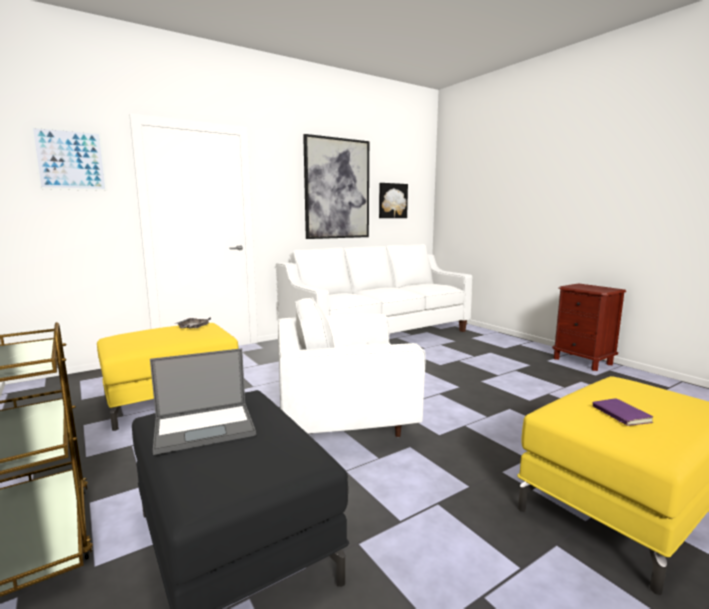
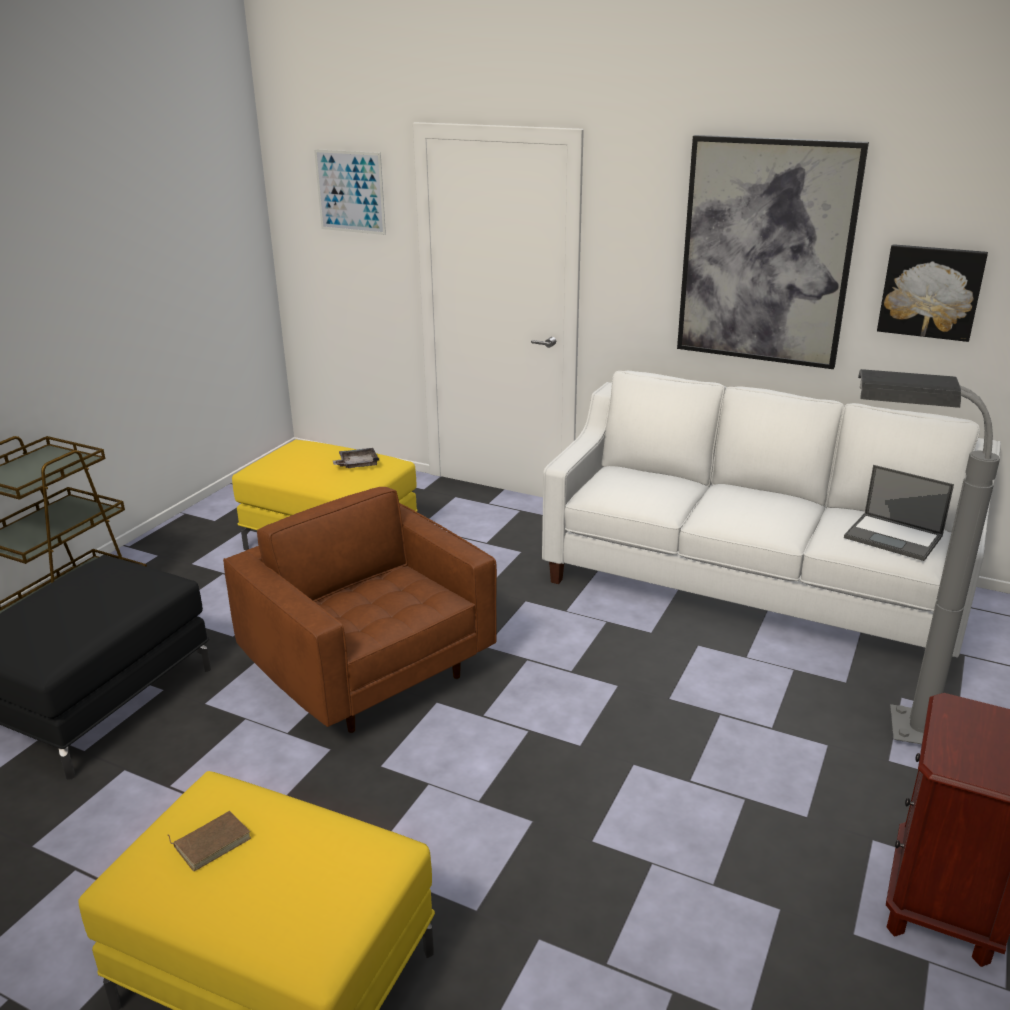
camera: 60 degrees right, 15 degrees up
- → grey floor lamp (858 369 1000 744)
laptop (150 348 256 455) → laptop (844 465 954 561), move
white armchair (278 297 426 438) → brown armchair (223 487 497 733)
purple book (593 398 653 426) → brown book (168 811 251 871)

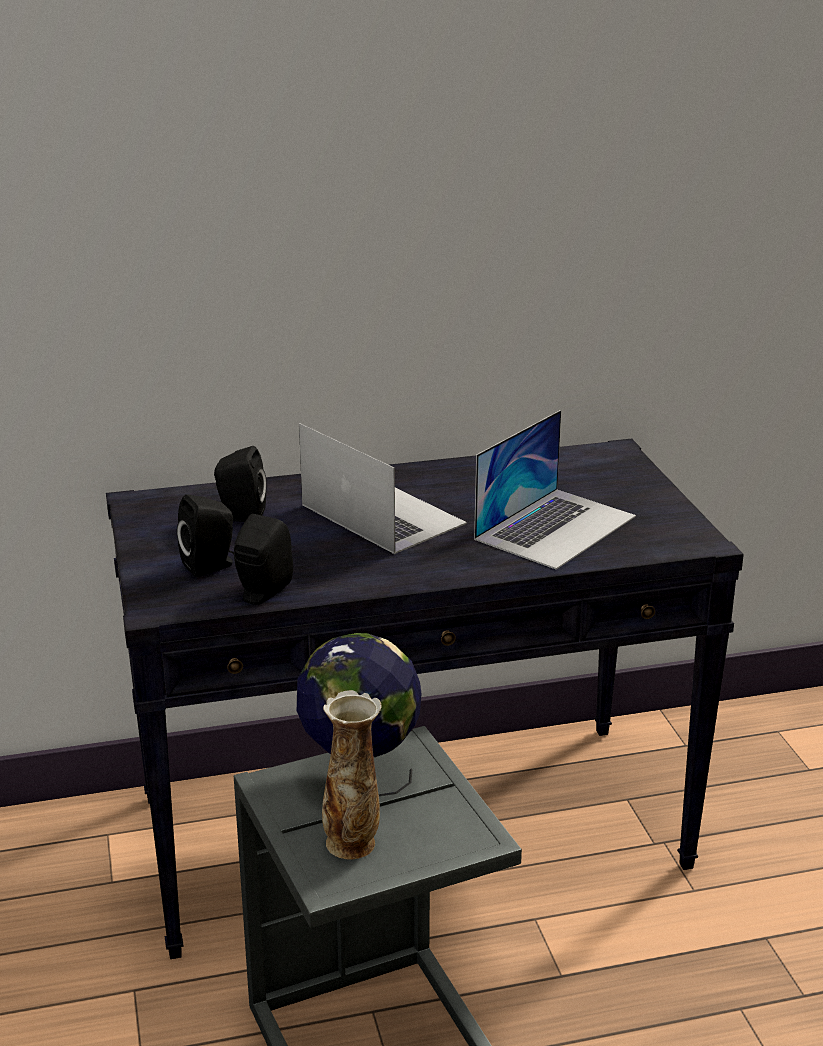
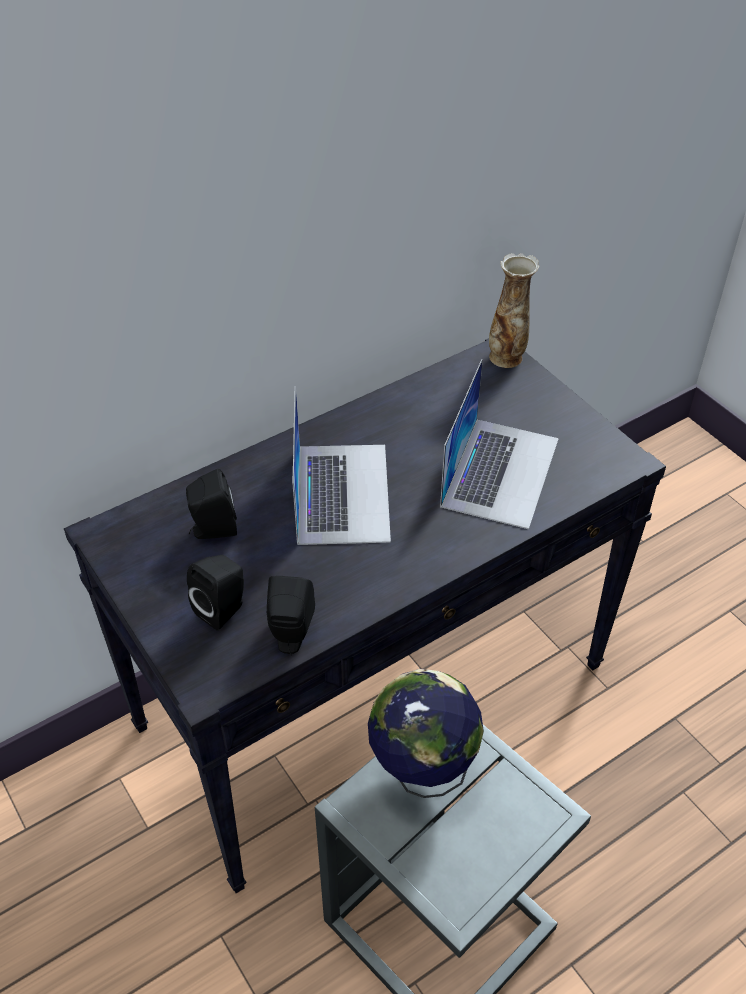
camera: 20 degrees left, 20 degrees up
vase (322 690 382 860) → vase (489 253 539 368), move
laptop (299 423 467 554) → laptop (292 386 391 545), 60 degrees clockwise

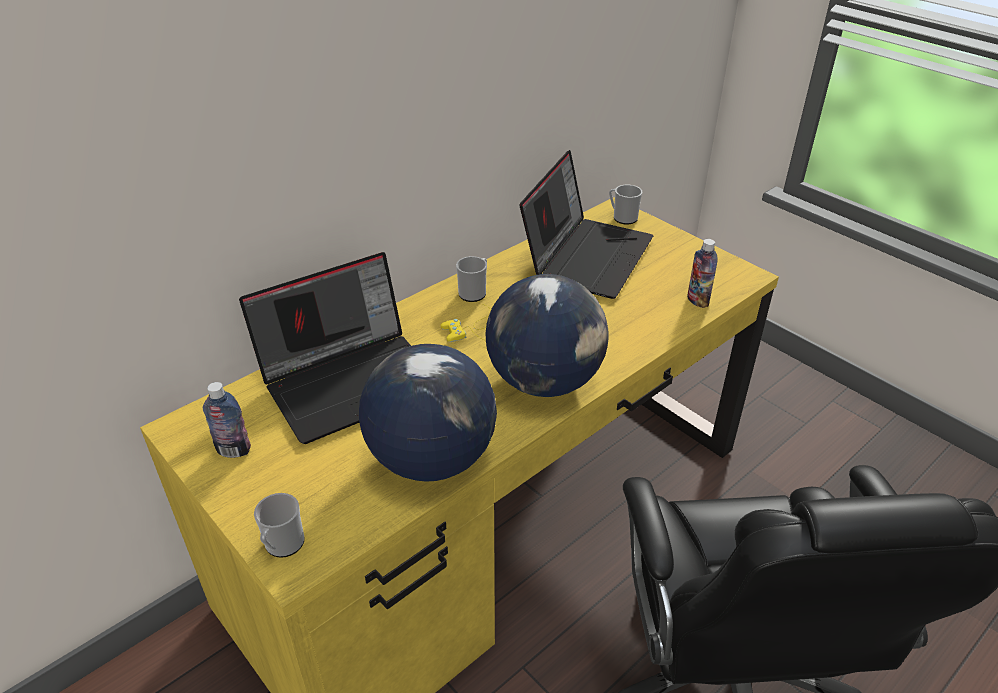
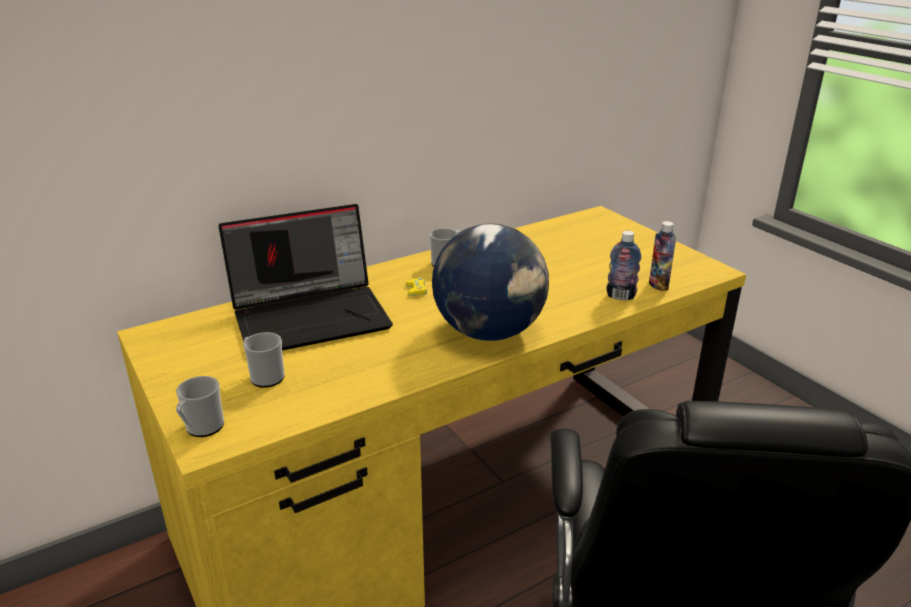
camera: 10 degrees right, 10 degrees down
globe (359 344 497 482) → -
laptop (520 150 654 299) → -
bottle (203 382 251 458) → bottle (606 231 641 300), move
mug (609 185 642 225) → mug (243 332 285 388), move

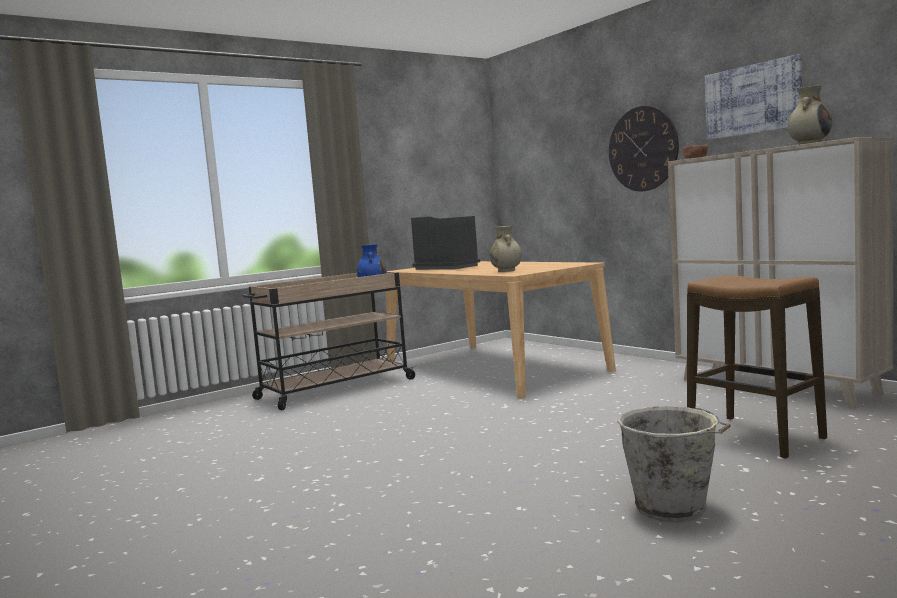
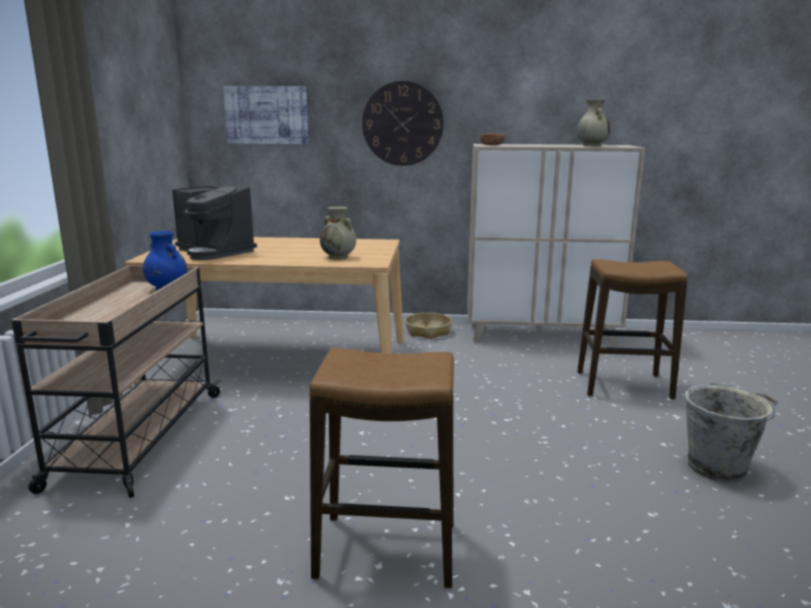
camera: 50 degrees left, 10 degrees up
- → stool (309 348 454 588)
- → basket (405 313 452 339)
picture (705 54 802 140) → picture (223 86 308 144), move
coffee machine (411 216 480 270) → coffee machine (172 185 257 260), 135 degrees counterclockwise

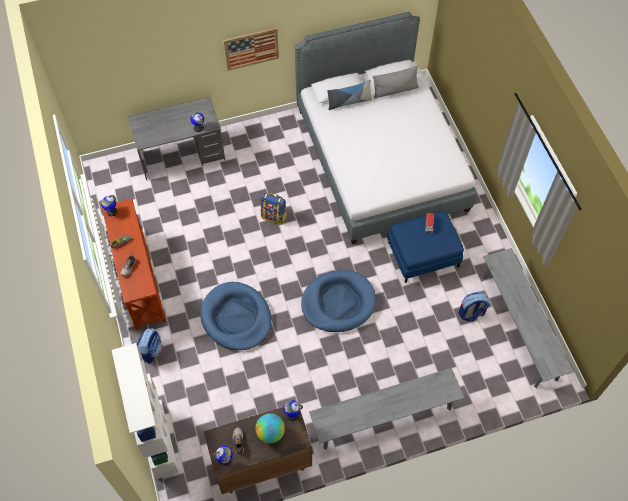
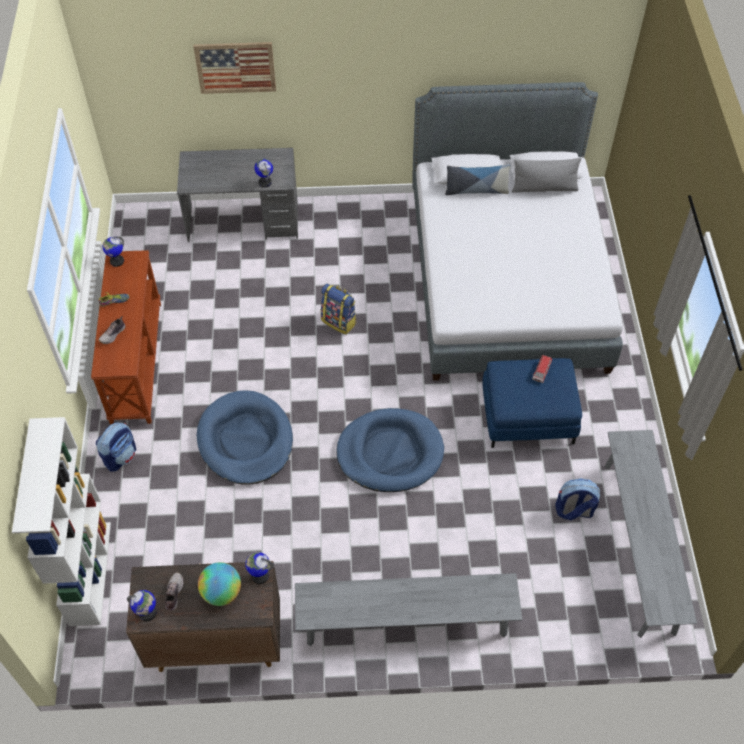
camera: 15 degrees right, 5 degrees down
picture (223 28 279 71) → picture (193 42 276 94), move

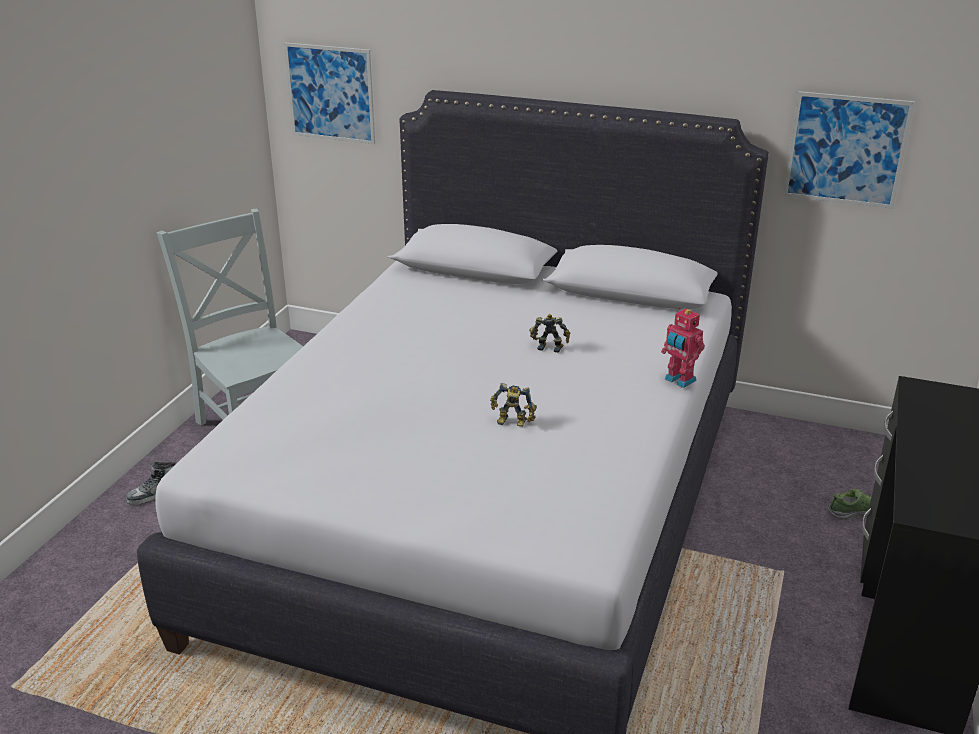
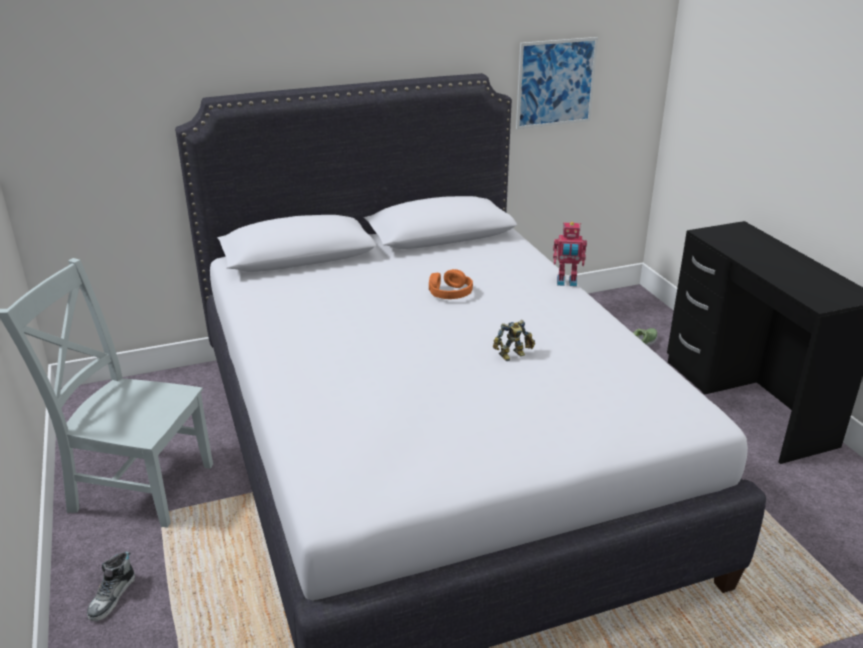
camera: 40 degrees left, 0 degrees up
picture (284 42 375 144) → -
toy robot (529 314 570 353) → orange headphones (429 269 473 299)

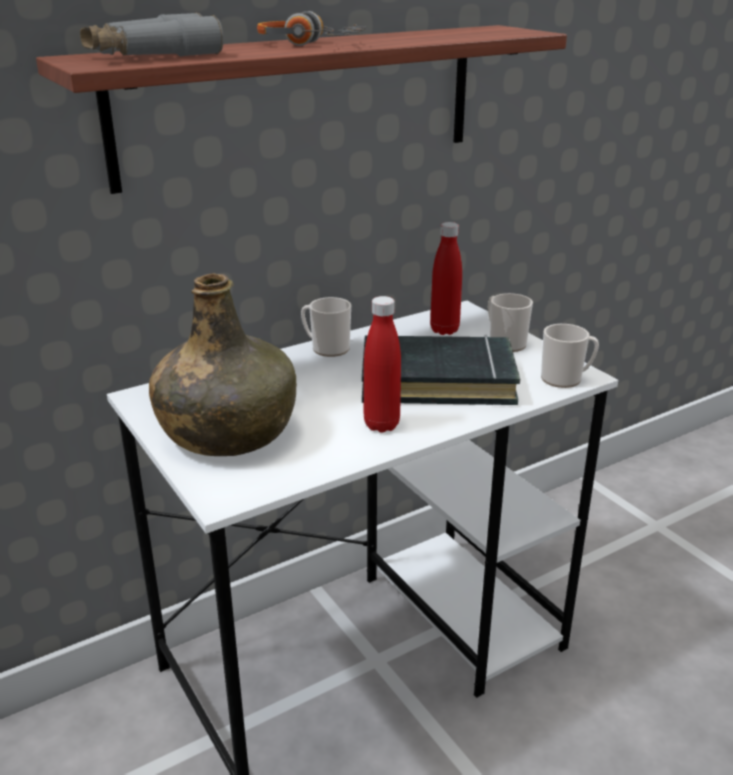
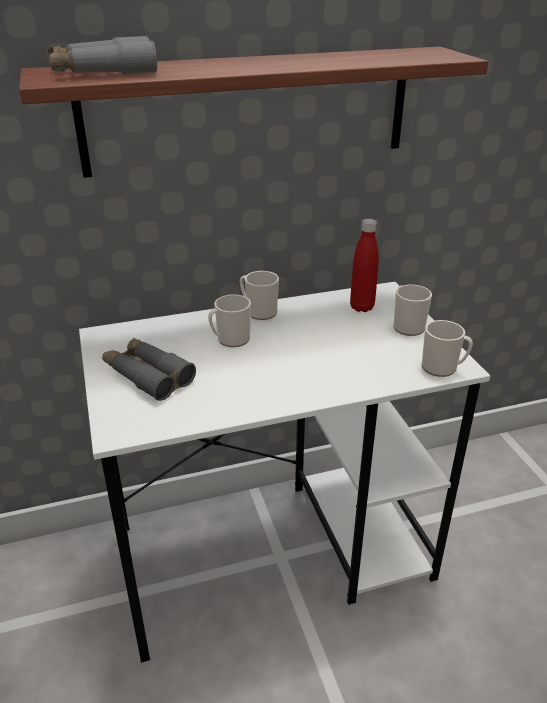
camera: 15 degrees right, 5 degrees up
headphones (257 11 366 46) → -
black book (362 334 520 405) → -
red bottle (364 296 401 432) → -
- → mug (208 294 251 347)
green bottle (149 273 297 456) → grey binoculars (102 338 196 401)

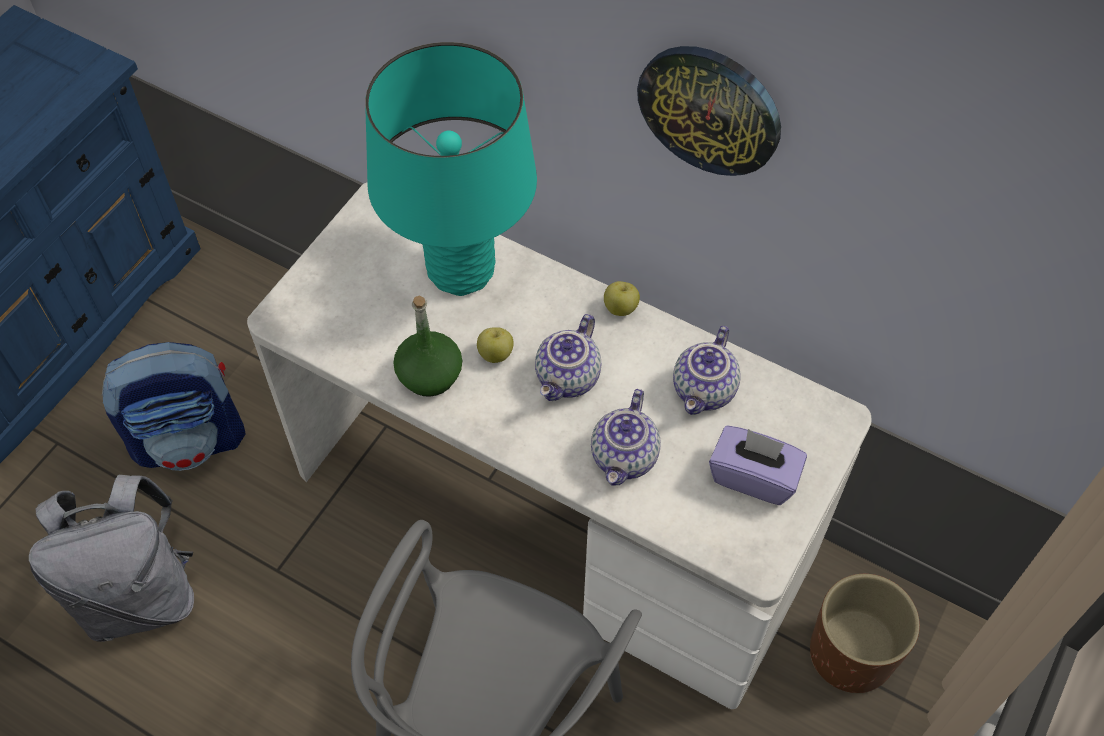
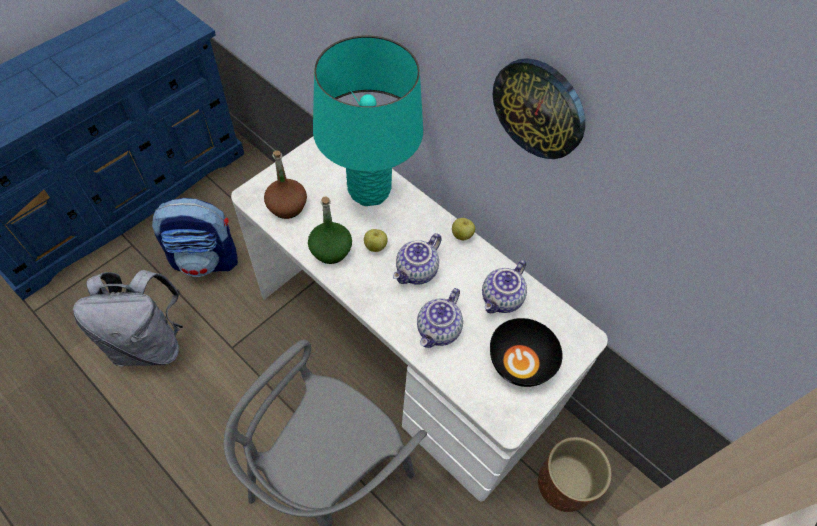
camera: 10 degrees right, 0 degrees up
- → brown bottle (264 150 307 219)
purple tissue box (709 425 807 505) → black bowl (490 318 563 387)

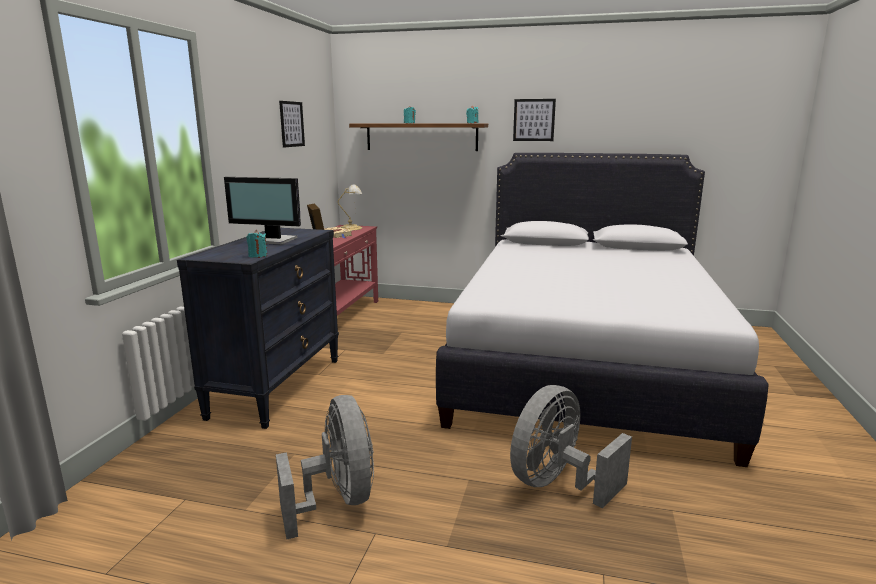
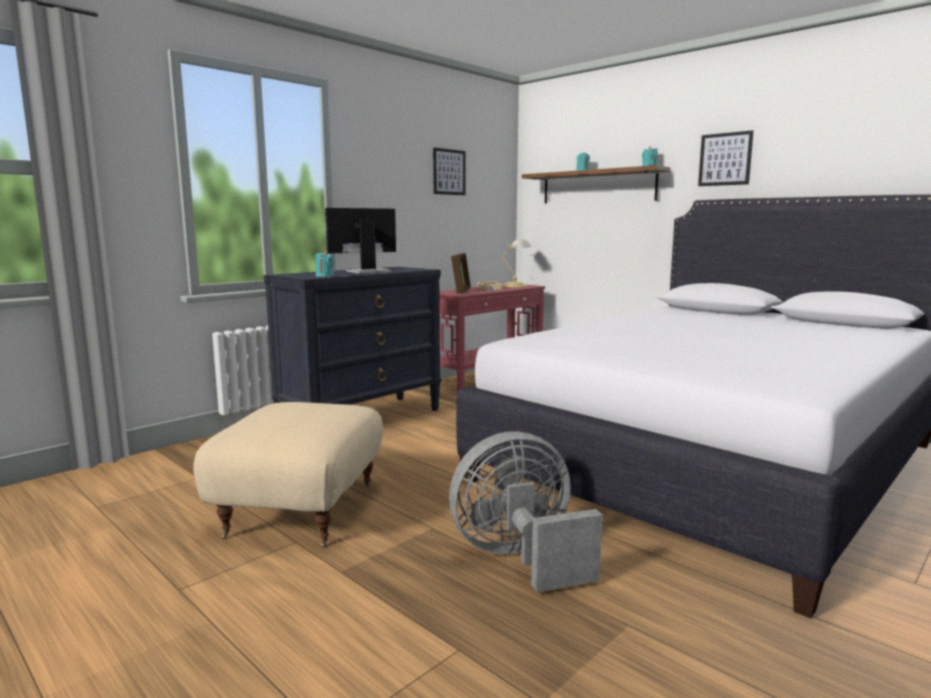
camera: 30 degrees right, 5 degrees down
grey fan (276 395 374 540) → beige ottoman (193 402 383 547)
monitor (224 177 301 245) → monitor (325 208 396 274), 105 degrees clockwise

